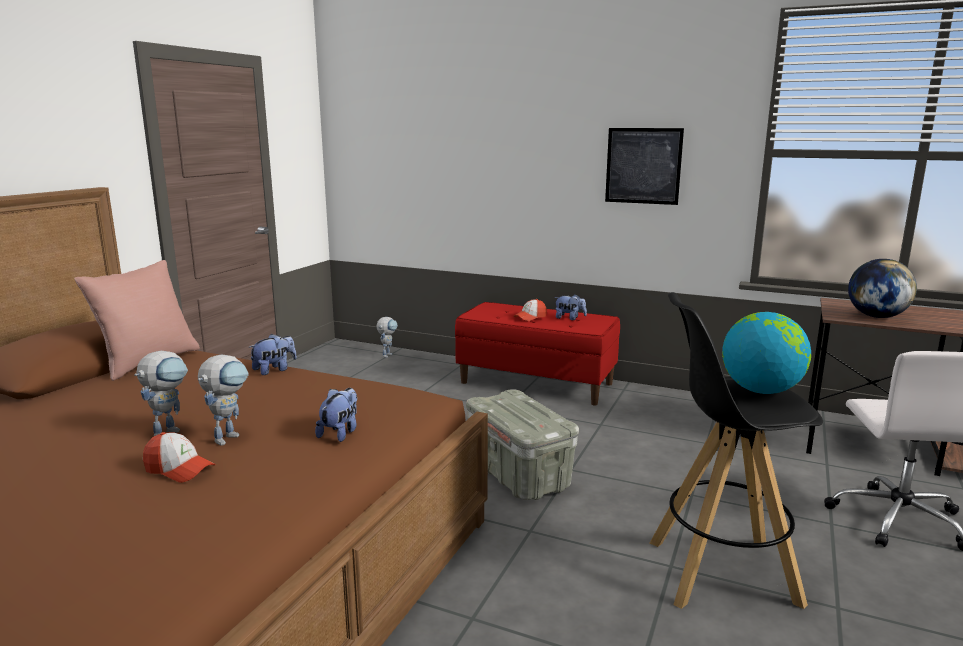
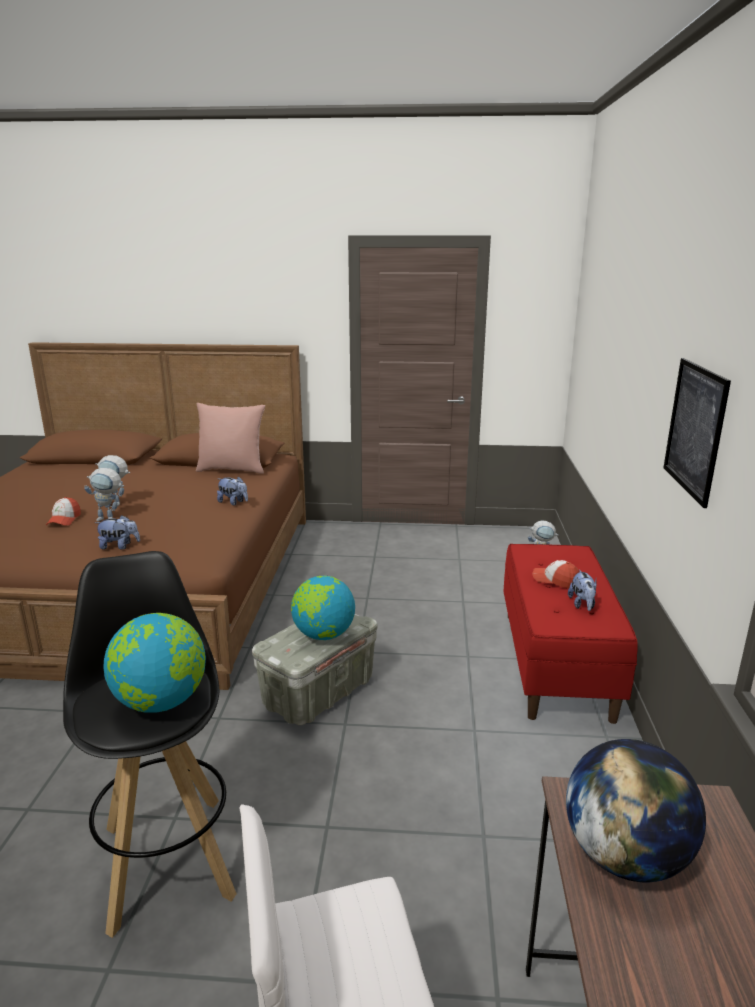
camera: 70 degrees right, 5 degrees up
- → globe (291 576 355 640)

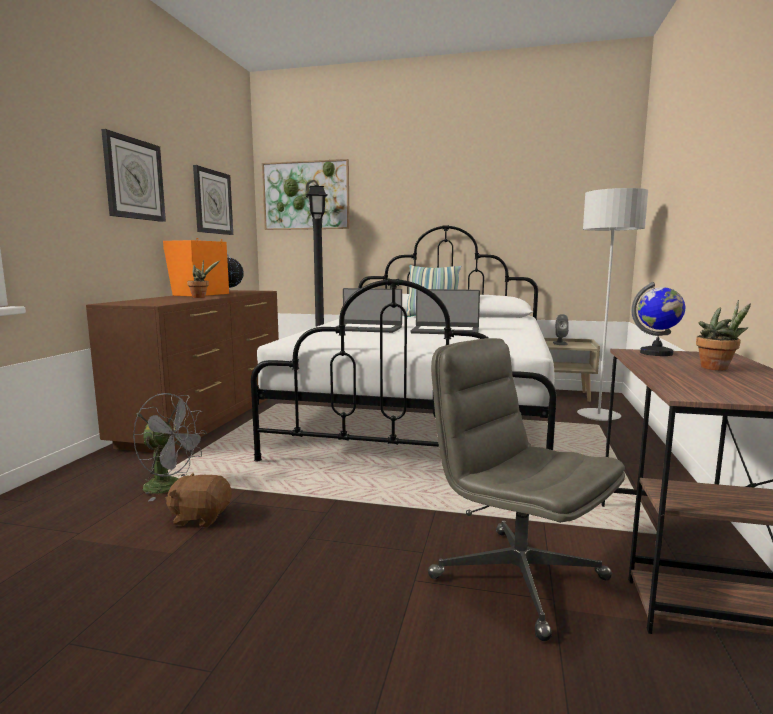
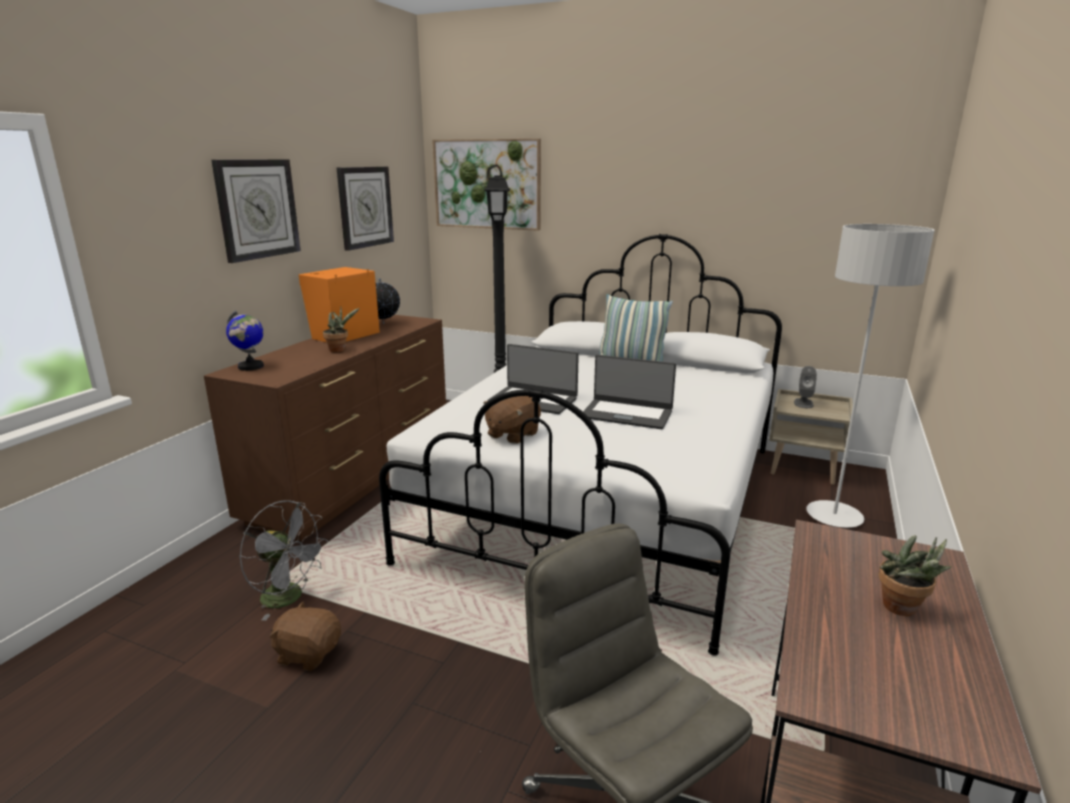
camera: 10 degrees right, 10 degrees up
- → brown plush toy (484 396 541 444)
globe (631 282 685 356) → globe (226 310 264 371), move

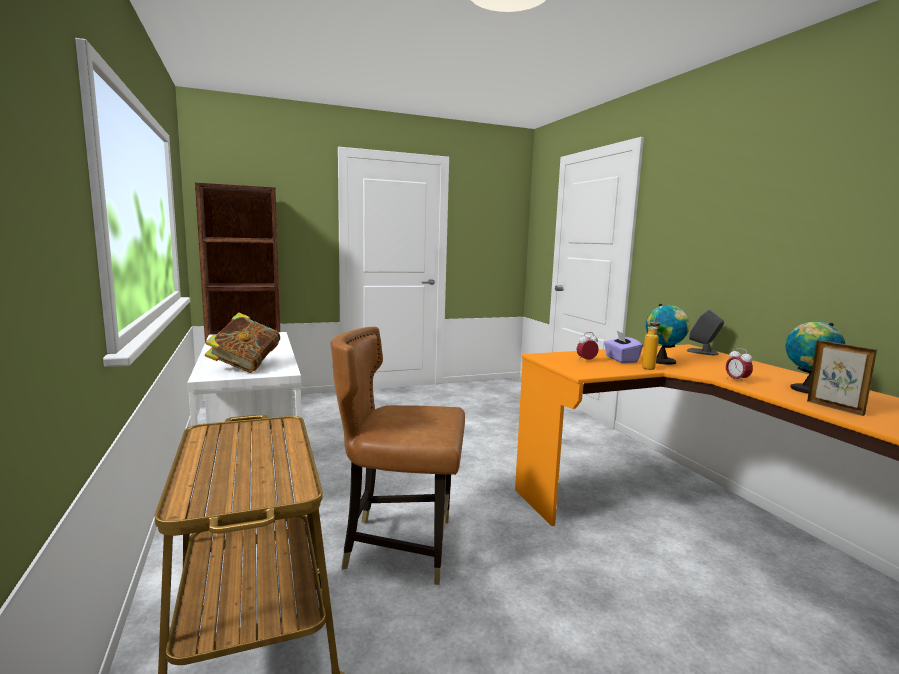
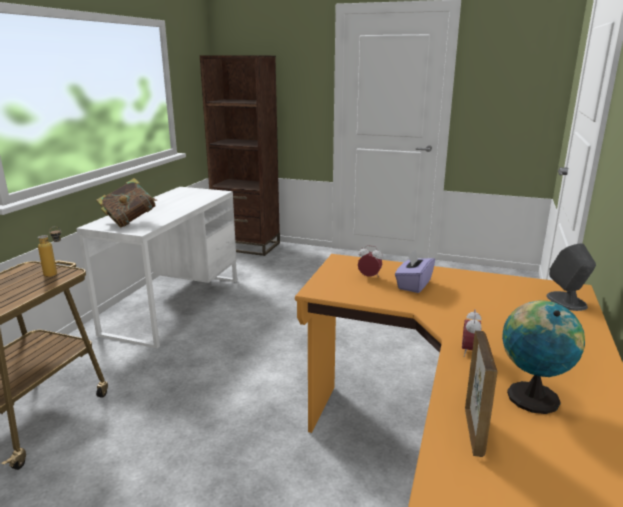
camera: 40 degrees right, 10 degrees up
brown chair (330 327 465 585) → -
globe (646 304 690 365) → -
bottle (642 317 660 370) → bottle (38 226 61 277), move

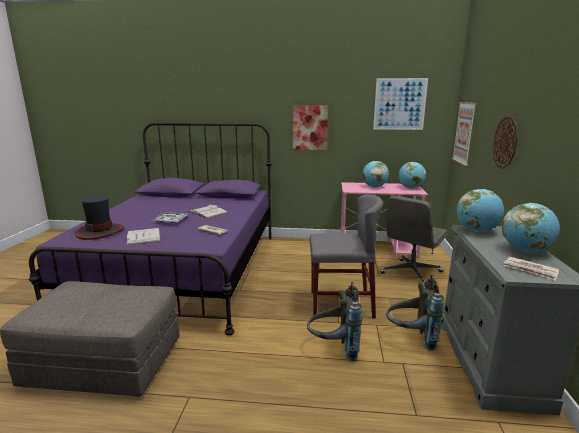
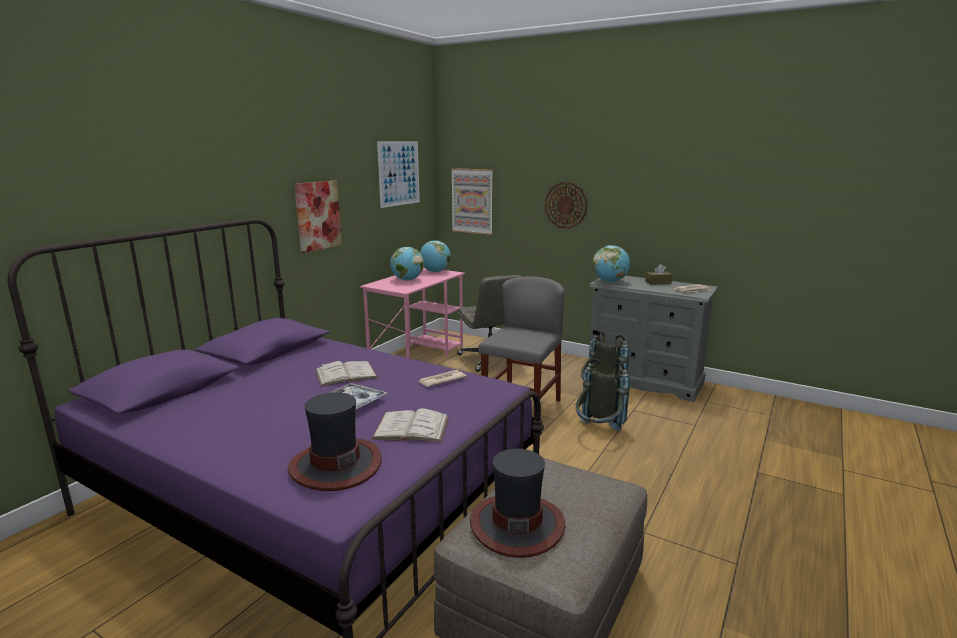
camera: 65 degrees left, 0 degrees up
- → hat (470 449 565 558)
globe (502 203 560 252) → brown tissue box (645 264 672 285)

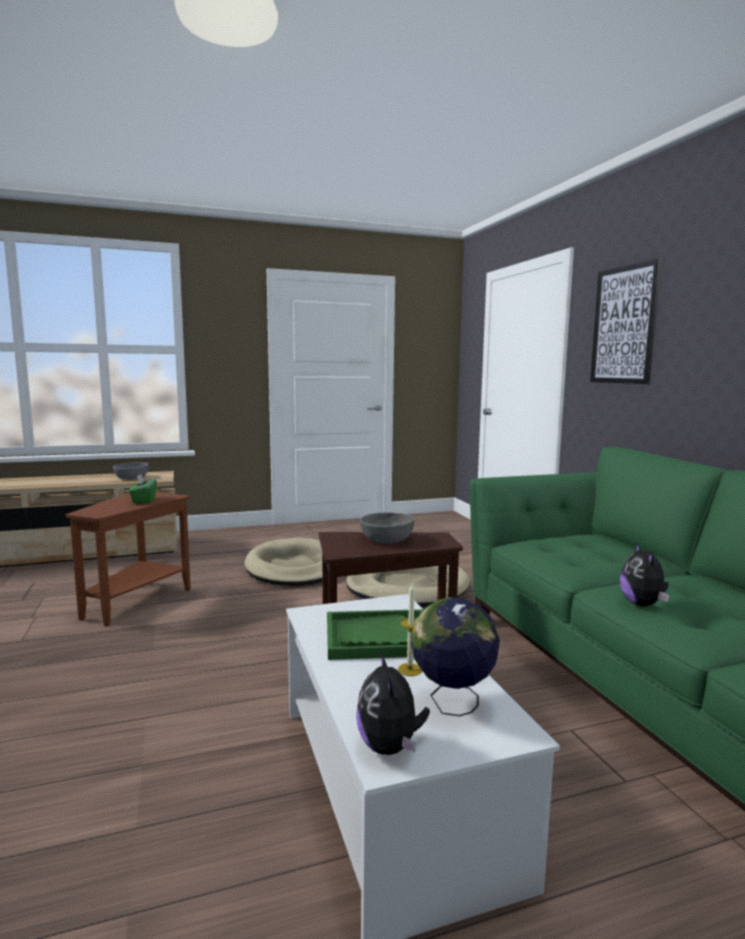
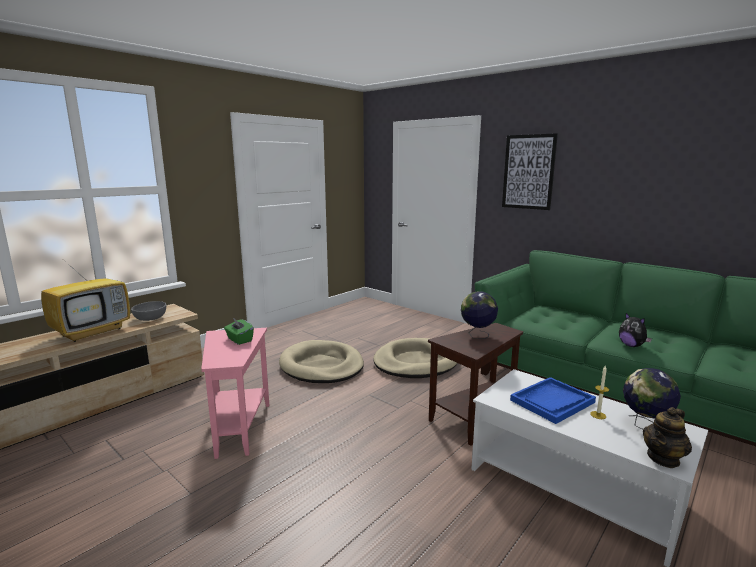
camera: 30 degrees left, 5 degrees up
- → television (41 248 130 342)
plush toy (356 652 430 755) → teapot (643 407 692 468)
grey bowl (360 512 415 543) → globe (461 291 498 339)
brown side table (66 492 191 626) → pink side table (201 328 269 459)
green tray (327 609 424 660) → blue tray (510 377 596 424)

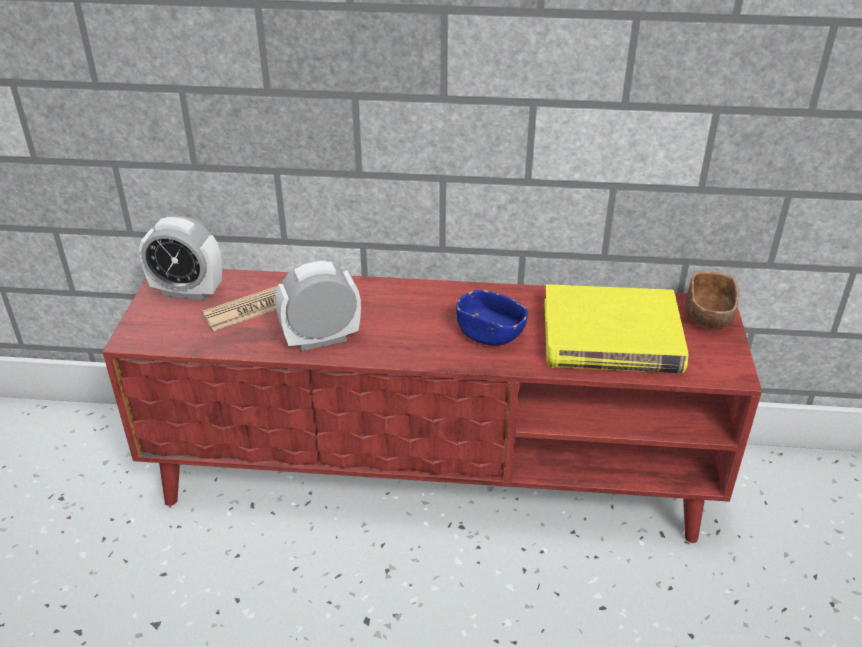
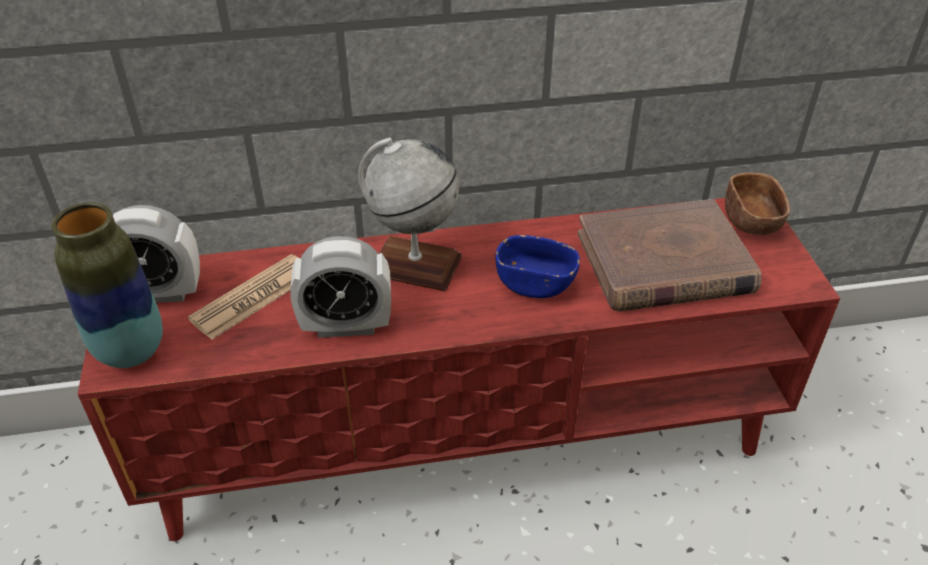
camera: 15 degrees left, 5 degrees up
- → vase (52 202 163 368)
- → globe (358 138 462 291)
yellow book (544 284 689 374) → brown book (578 199 762 312)
alarm clock (275 260 361 351) → alarm clock (290 236 391 338), 150 degrees counterclockwise

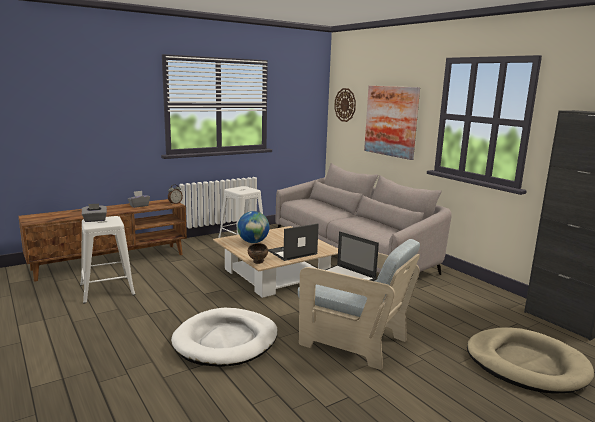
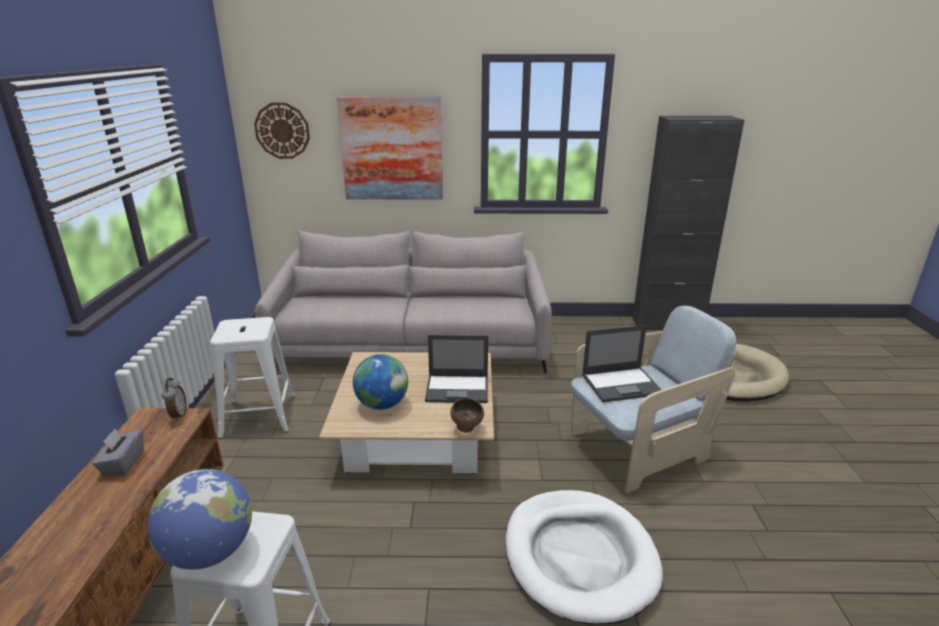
camera: 55 degrees left, 10 degrees up
grey tissue box (82 203 107 222) → globe (148 469 252 570)
laptop (268 223 319 261) → laptop (425 335 488 403), 90 degrees counterclockwise

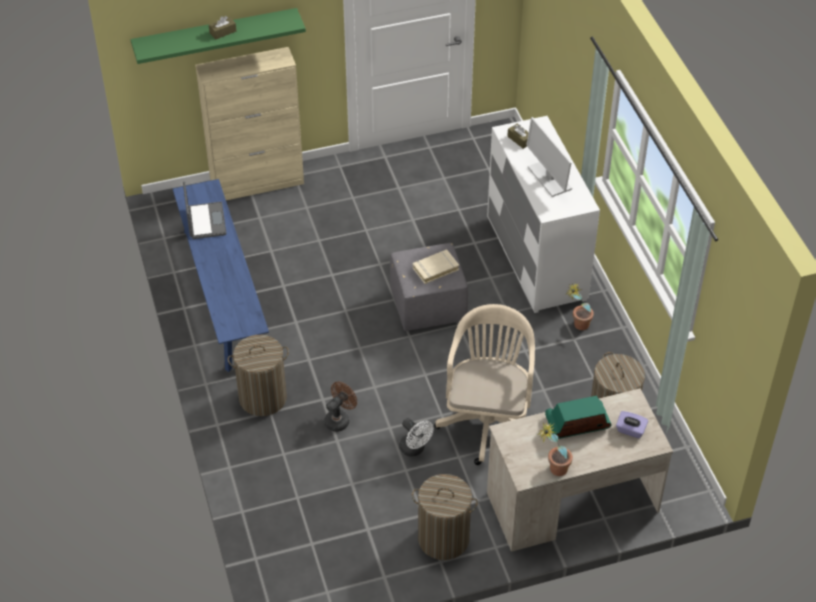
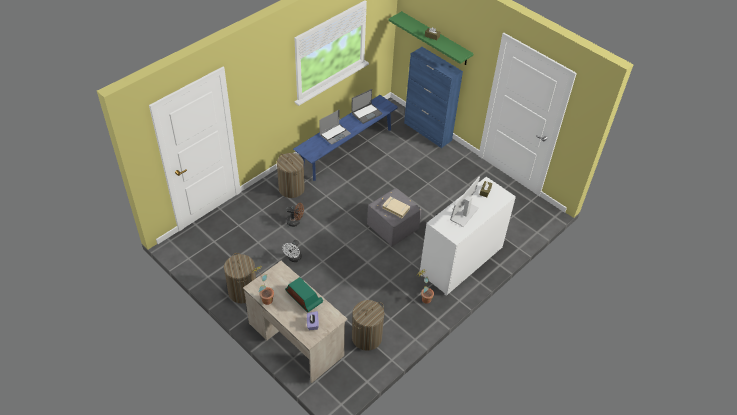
camera: 60 degrees right, 0 degrees up
beige office chair (434 304 535 465) → -
- → laptop (319 110 351 145)
beige cabinet (195 47 304 200) → blue cabinet (404 47 463 148)

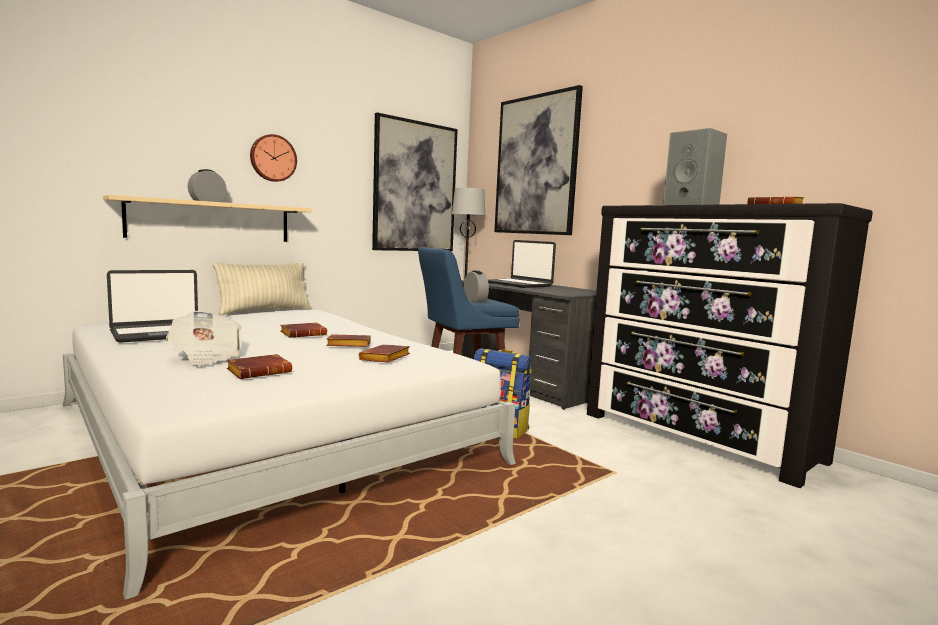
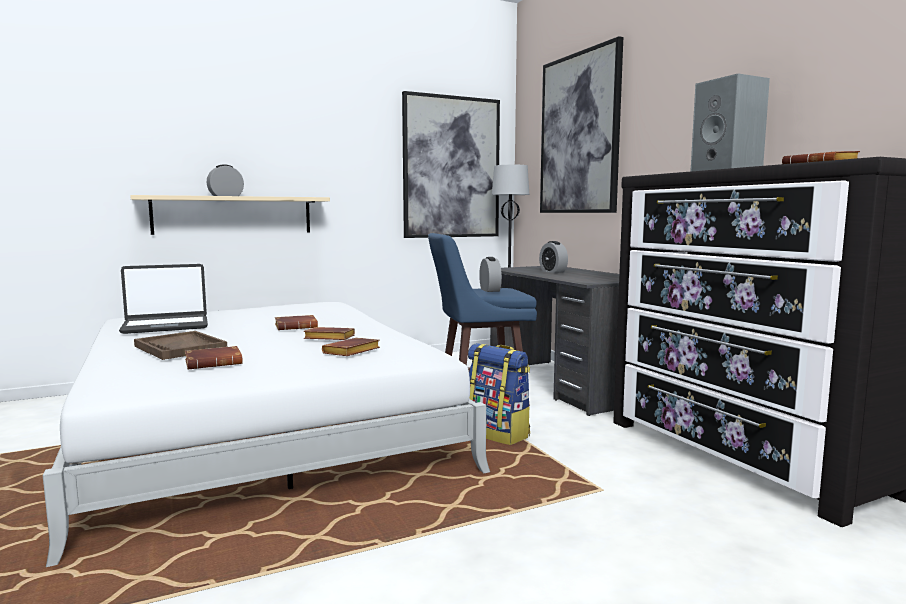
camera: 15 degrees right, 0 degrees up
beige pillow (213 262 311 315) → -
wall clock (250 134 297 182) → -
newspaper (166 311 242 366) → brown tray (134 331 227 360)
laptop (488 240 556 288) → alarm clock (539 241 568 273)

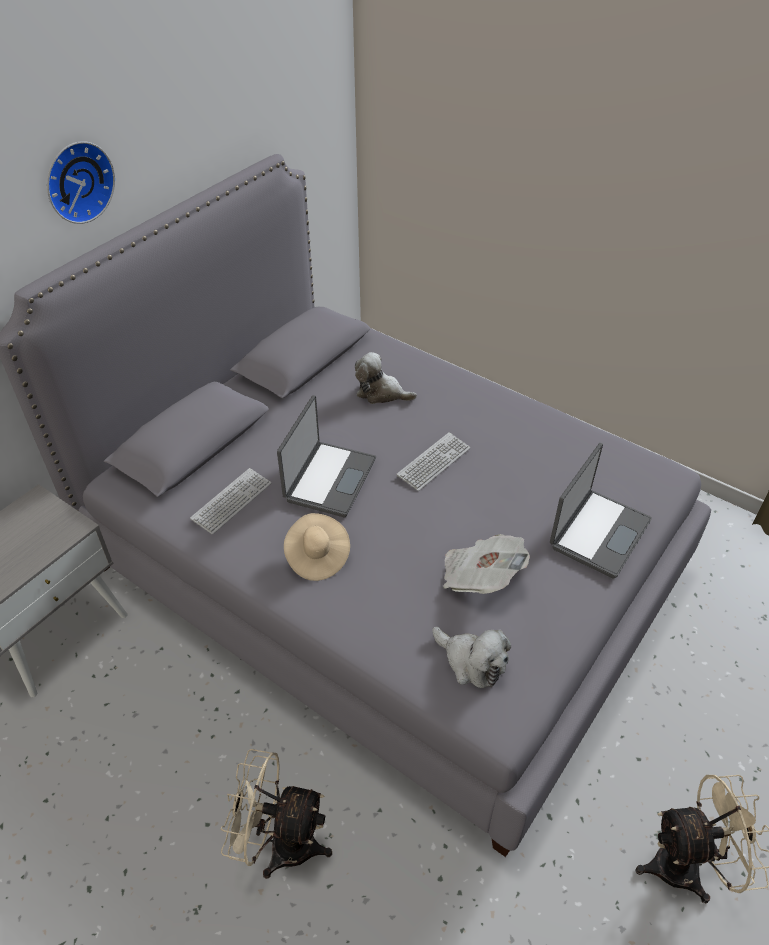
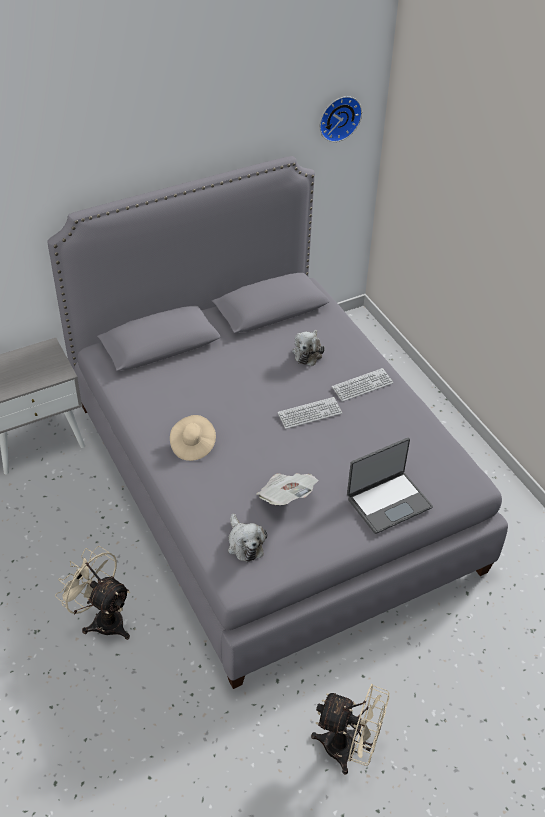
camera: 25 degrees right, 0 degrees up
laptop (277 395 376 517) → -
wall clock (47 141 115 224) → wall clock (320 96 362 142), move
keyboard (190 468 271 535) → keyboard (332 368 393 402), move
plush toy (355 352 417 404) → plush toy (292 330 325 366), 120 degrees counterclockwise

